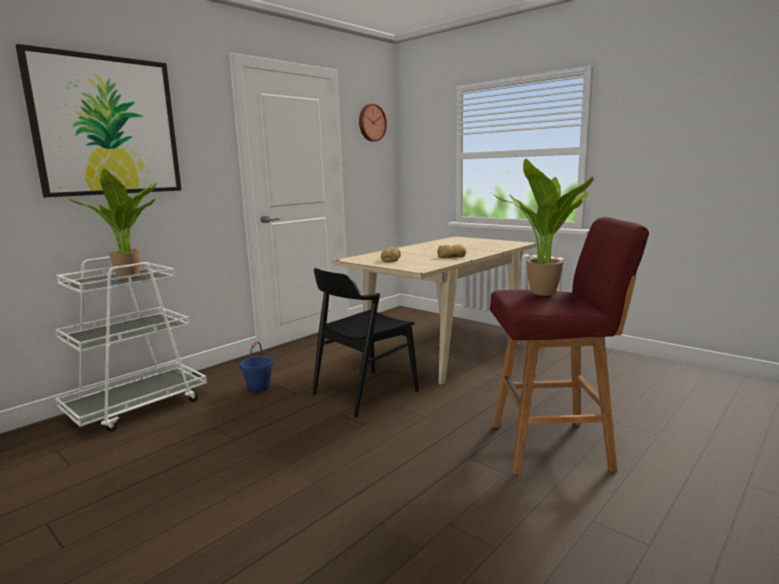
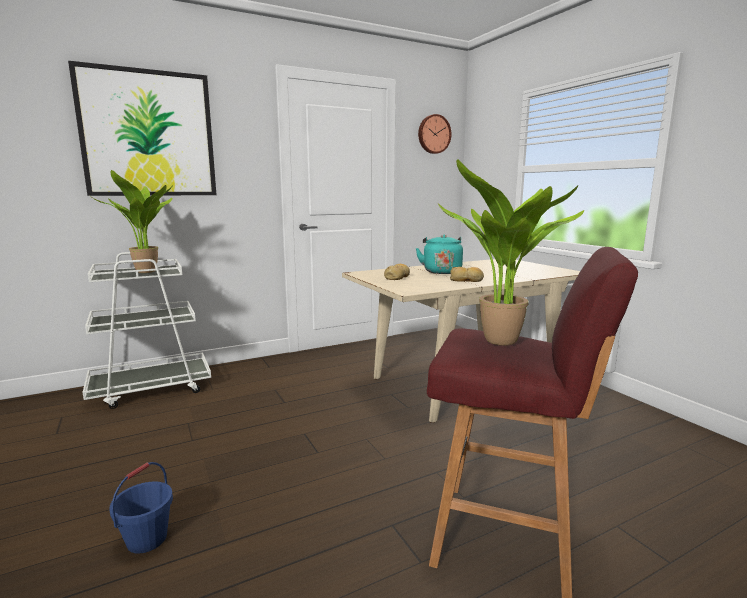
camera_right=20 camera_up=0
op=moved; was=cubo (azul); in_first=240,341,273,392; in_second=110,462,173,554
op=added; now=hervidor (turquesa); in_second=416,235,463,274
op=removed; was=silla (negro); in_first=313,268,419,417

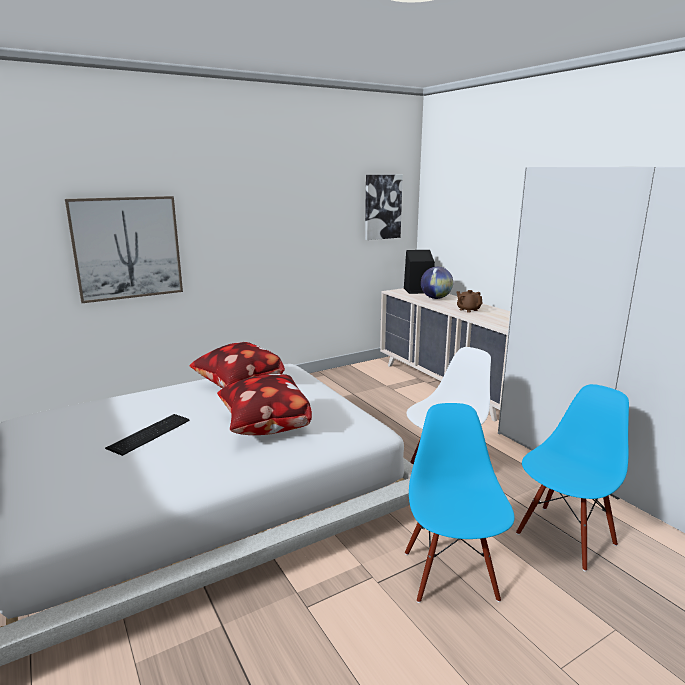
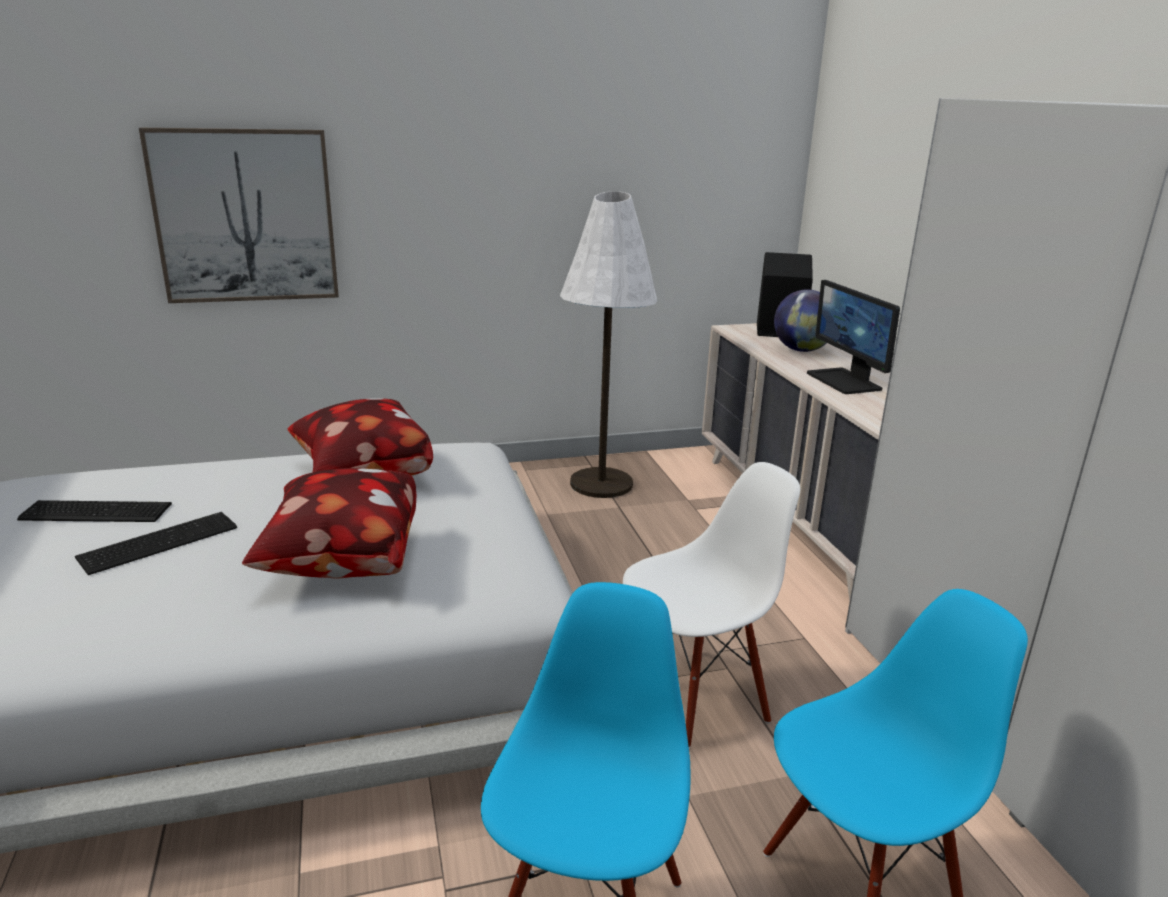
camera_right=15 camera_up=5
op=added; now=teclado; in_second=17,500,172,522
op=added; now=lámpara de pie (blanco); in_second=560,191,657,498
op=replaced; was=tetera (marrón); now=monitor; in_first=456,290,483,313; in_second=807,280,900,394
op=removed; was=cuadro; in_first=365,175,403,240

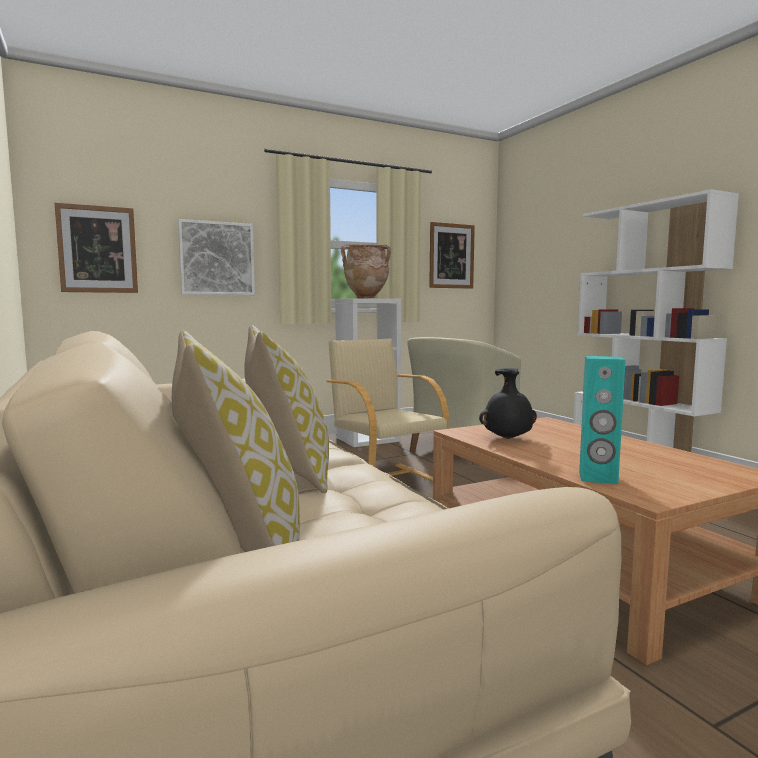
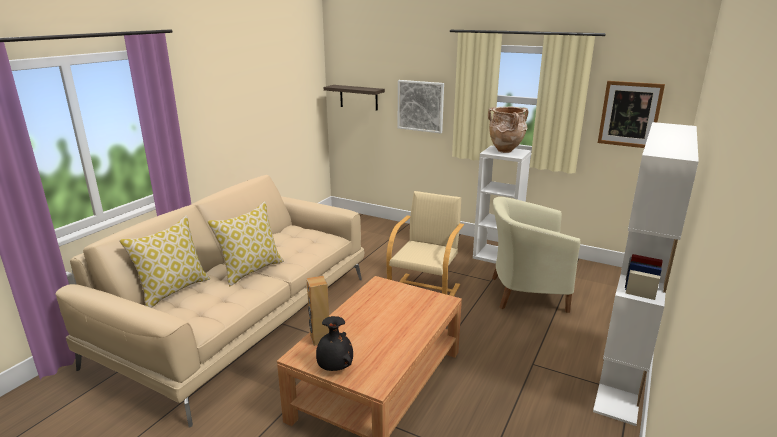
camera_right=55 camera_up=15
op=recoloured; was=altavoz (turquesa); now=altavoz (marrón); in_first=579,356,626,484; in_second=306,276,329,346
op=moved; was=florero (negro); in_first=479,368,537,439; in_second=316,316,353,371
op=replaced; was=cuadro; now=estante; in_first=55,203,138,293; in_second=324,85,385,111

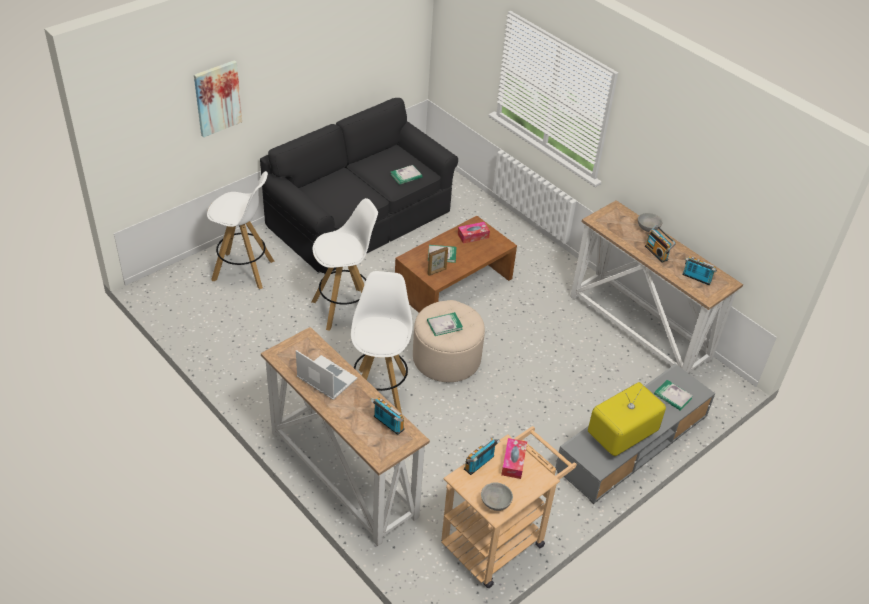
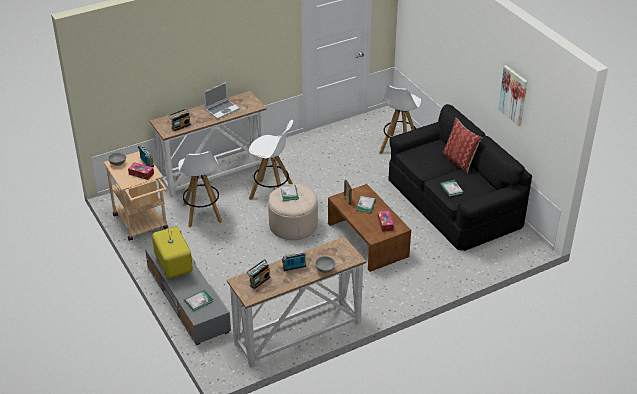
camera_right=105 camera_up=-5
op=moved; was=taburete (blanco); in_first=312,198,378,331; in_second=178,151,222,227
op=added; now=cojín; in_second=442,118,482,174
op=moved; was=cuadro; in_first=194,60,242,137; in_second=498,65,528,126

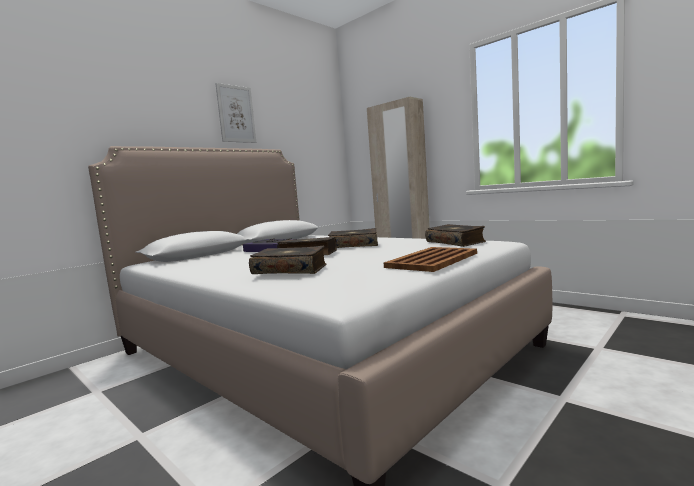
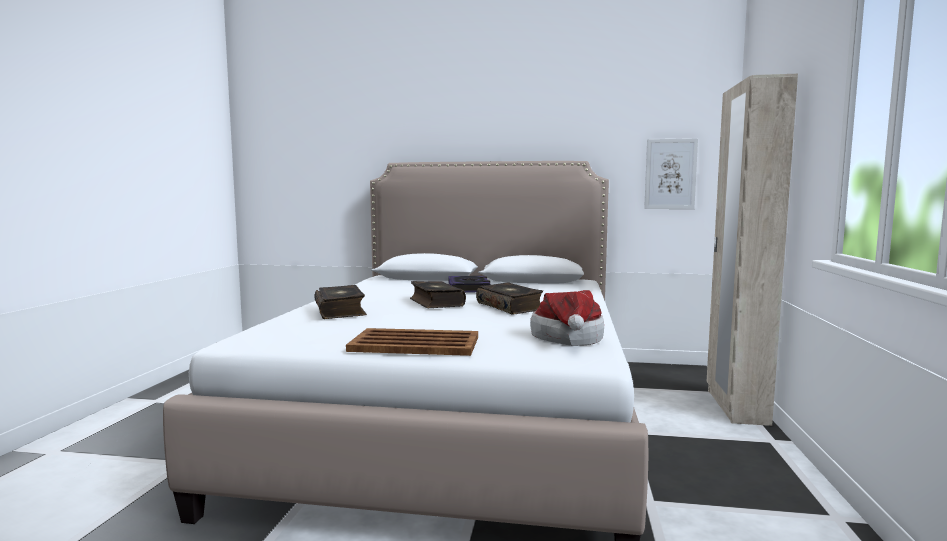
camera_right=55 camera_up=0
op=replaced; was=libro; now=sombrero; in_first=425,224,486,247; in_second=530,290,604,346
op=moved; was=cuadro; in_first=215,83,256,143; in_second=644,138,698,209

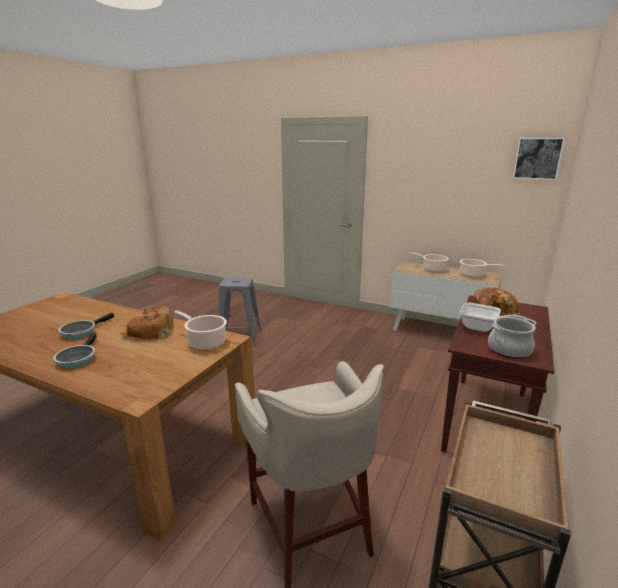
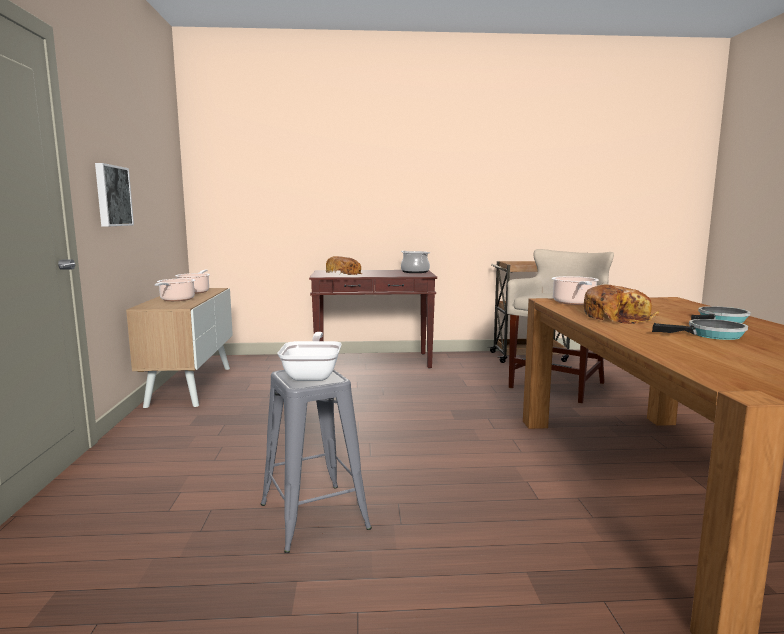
camera_right=-120 camera_up=-10
op=moved; was=cuadro; in_first=513,138,565,180; in_second=95,163,134,226
op=moved; was=sartén; in_first=460,303,528,332; in_second=278,332,342,381

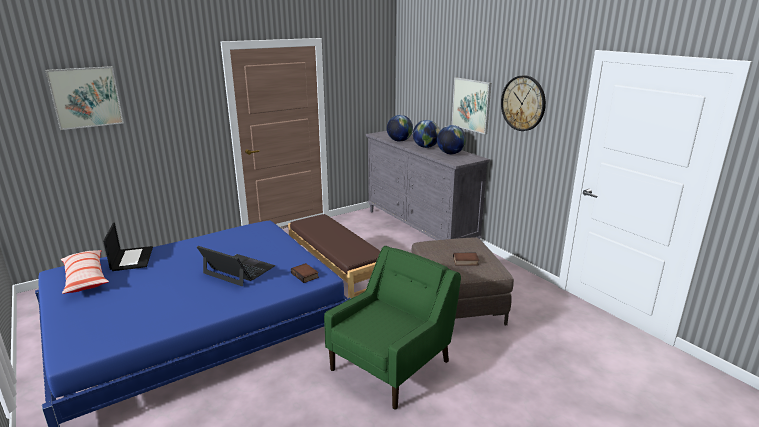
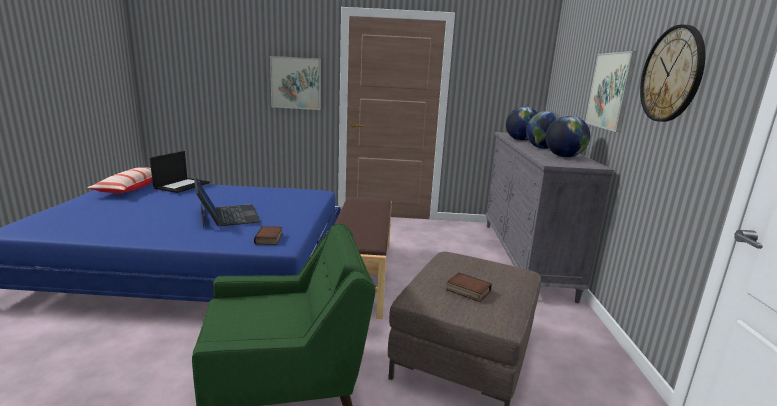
camera_right=35 camera_up=-5
op=moved; was=cuadro; in_first=45,66,124,130; in_second=270,56,321,110

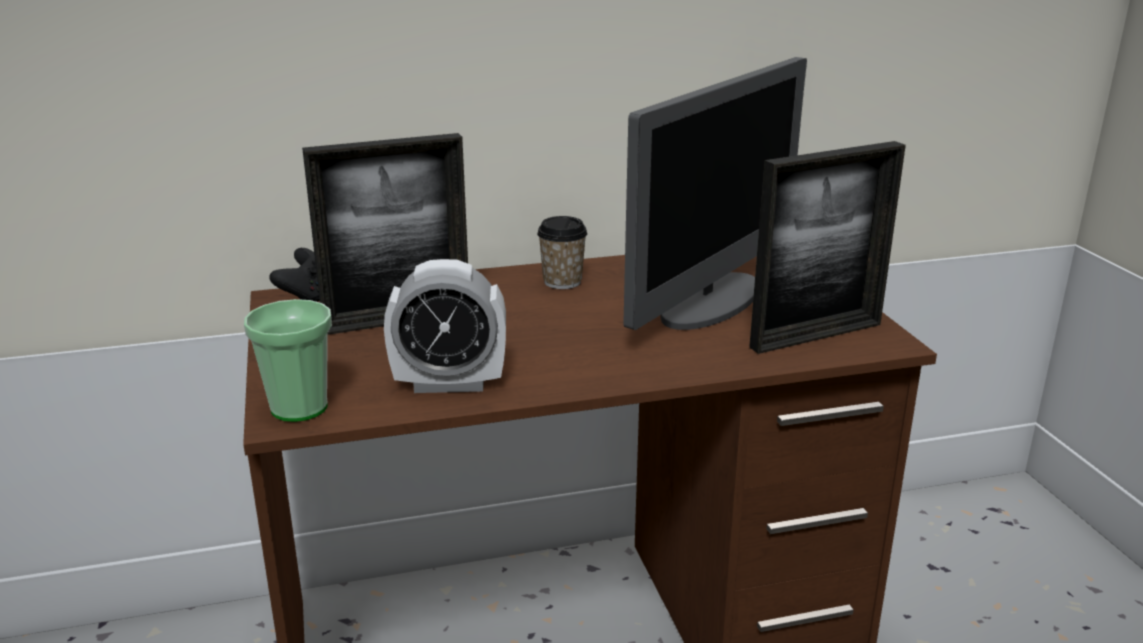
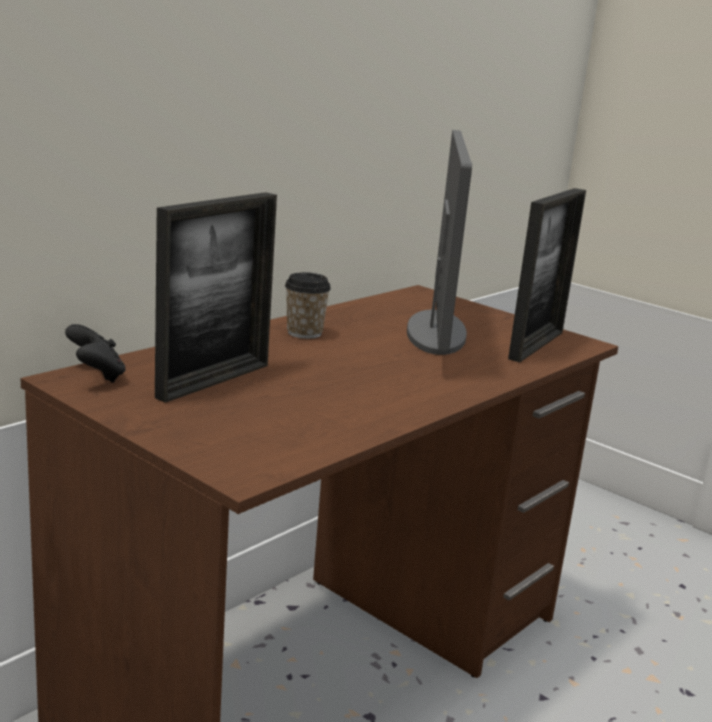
camera_right=-35 camera_up=-5
op=removed; was=taza; in_first=244,299,332,422
op=removed; was=despertador; in_first=384,259,506,393

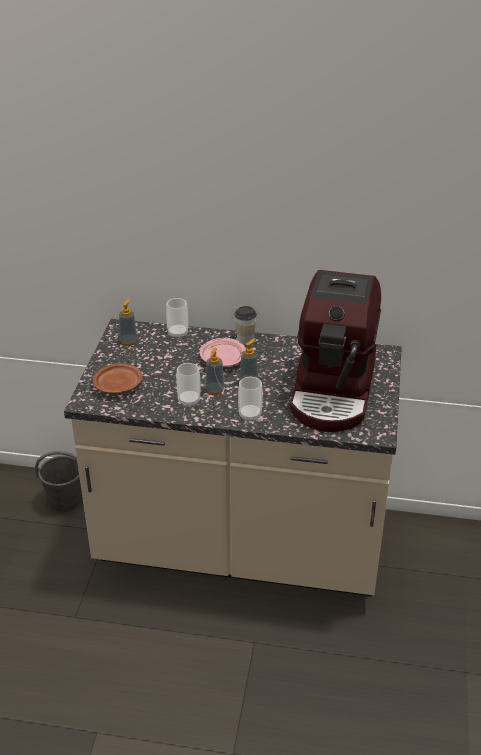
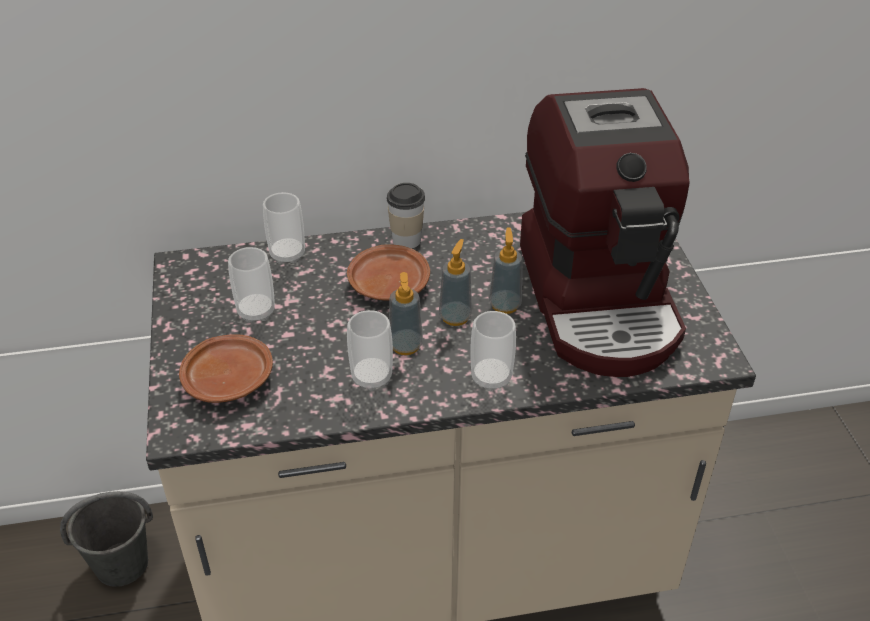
camera_right=-20 camera_up=5
op=added; now=taza; in_second=228,247,275,323
op=recoloured; was=plato (rosa); now=plato (marrón); in_first=200,338,246,367; in_second=347,244,430,301
op=moved; was=dispensador de jabón; in_first=119,298,138,346; in_second=489,227,522,314

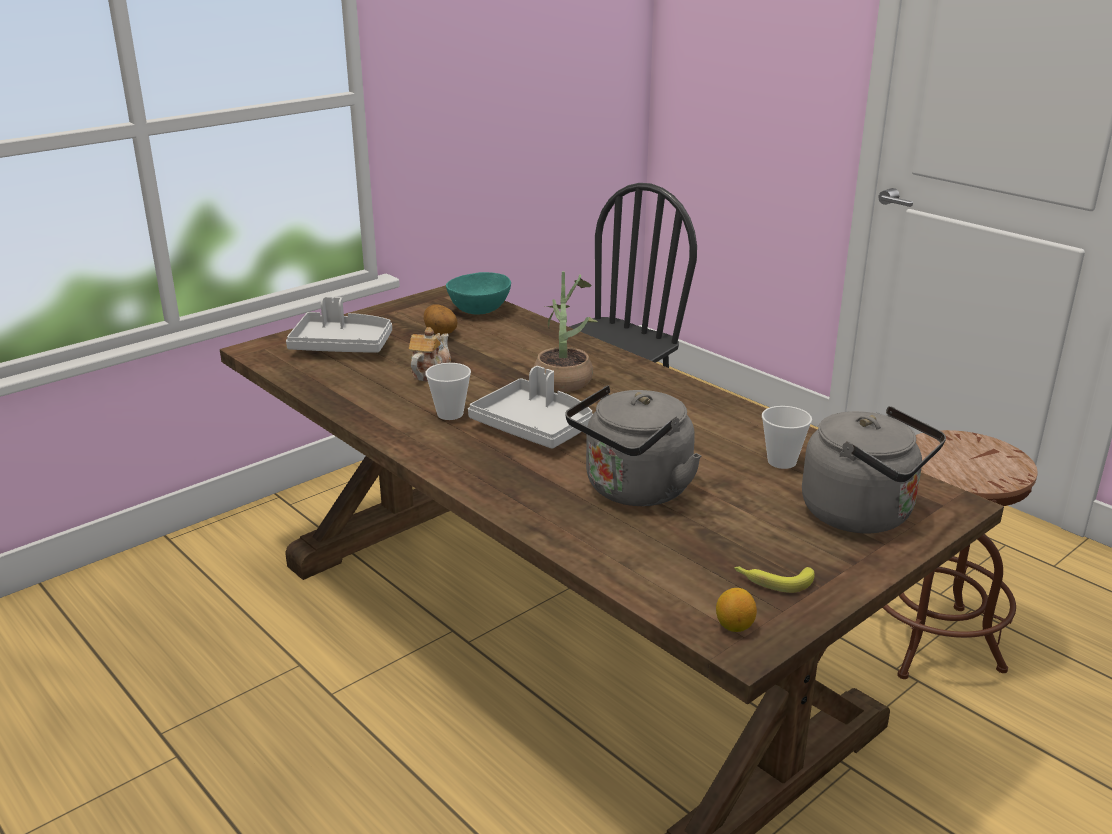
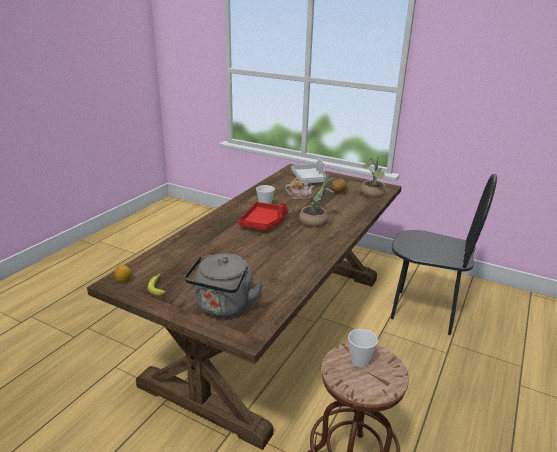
camera_right=70 camera_up=0
op=recoloured; was=bandeja (gris); now=bandeja (rojo); in_first=468,366,593,449; in_second=239,202,288,230
op=moved; was=taza; in_first=762,406,812,469; in_second=348,329,378,367
op=replaced; was=cuenco (turquesa); now=planta en maceta; in_first=446,272,511,315; in_second=361,155,386,198
op=removed; was=hervidor (gris); in_first=565,385,701,506

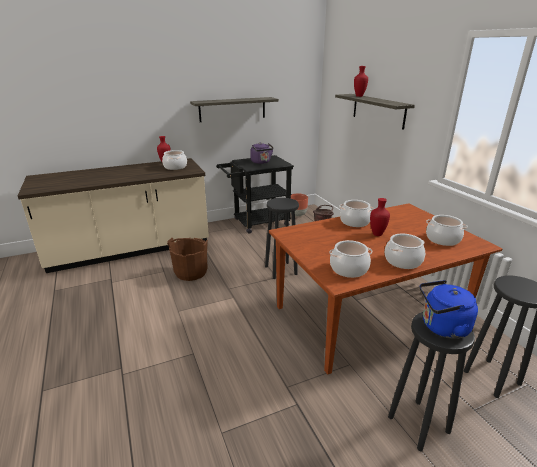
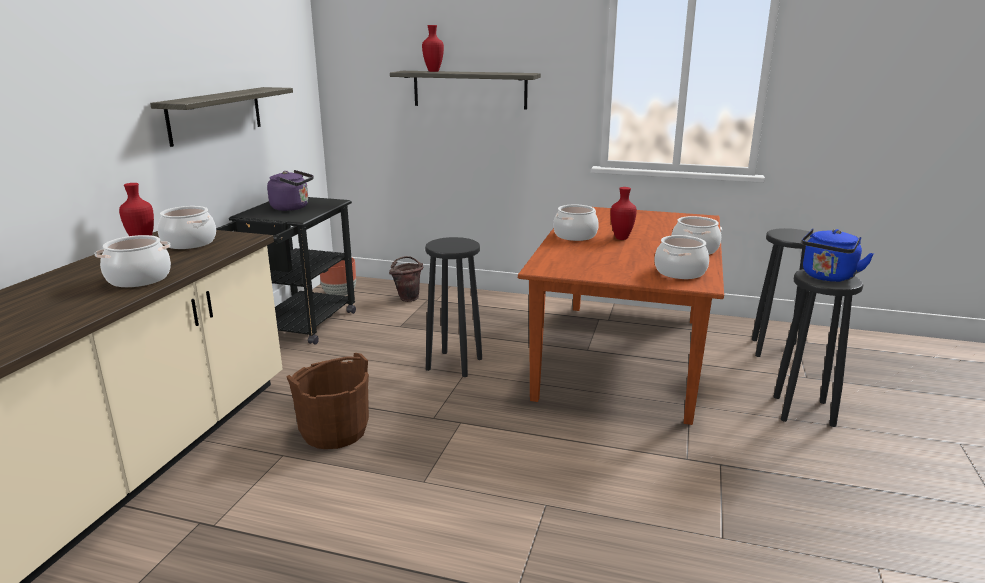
camera_right=-50 camera_up=-5
op=moved; was=olla; in_first=426,215,467,246; in_second=94,235,171,287

